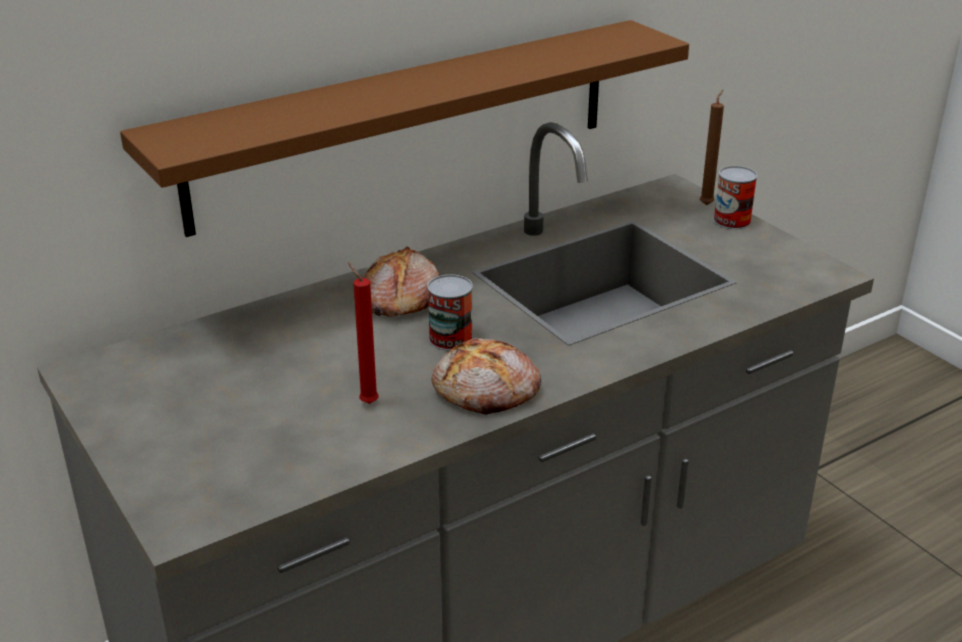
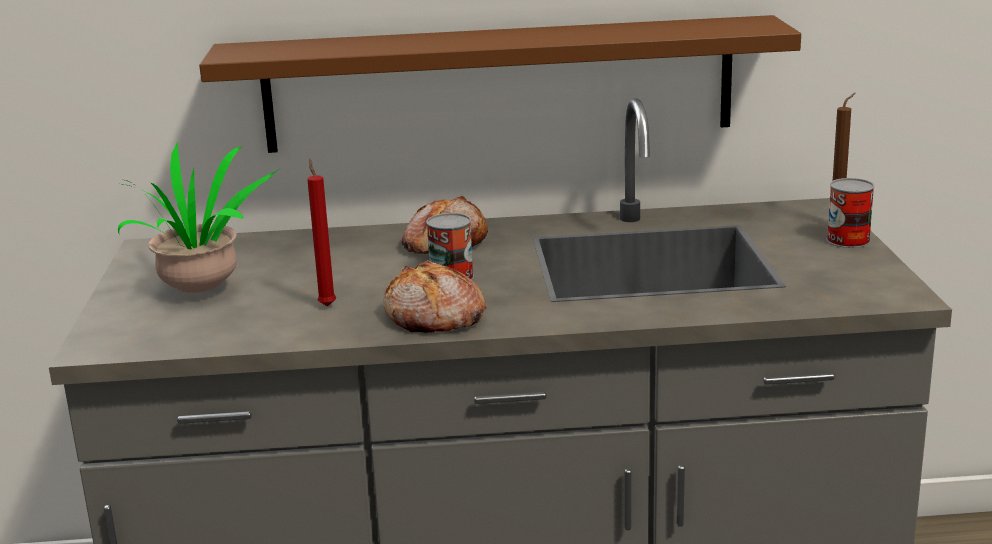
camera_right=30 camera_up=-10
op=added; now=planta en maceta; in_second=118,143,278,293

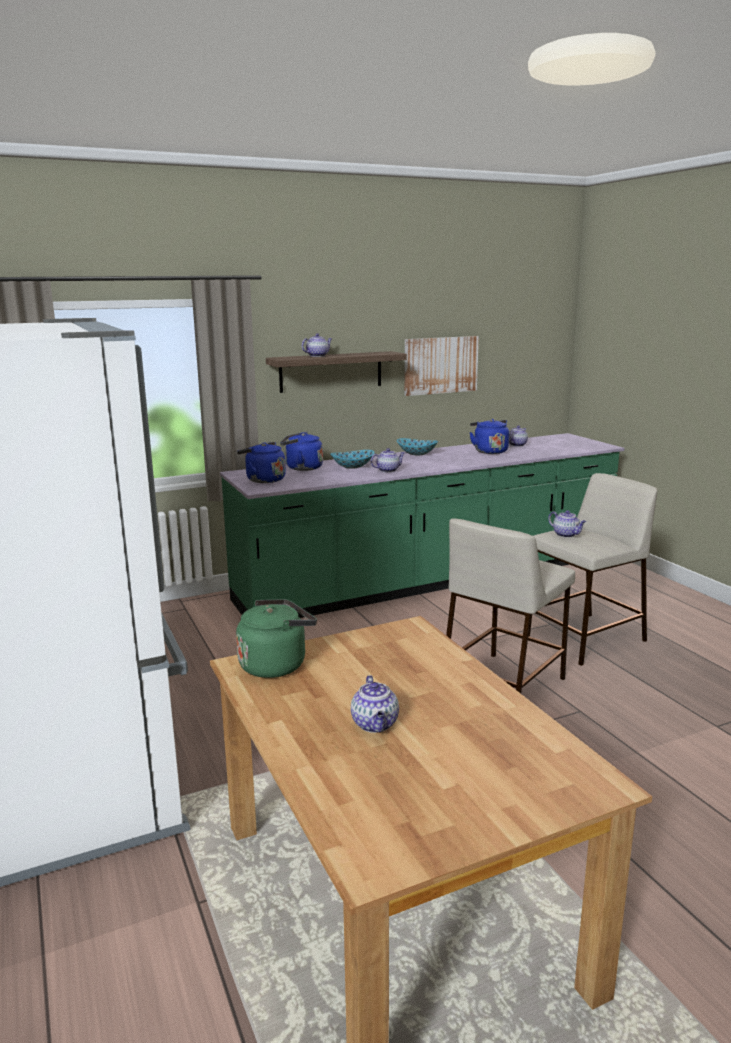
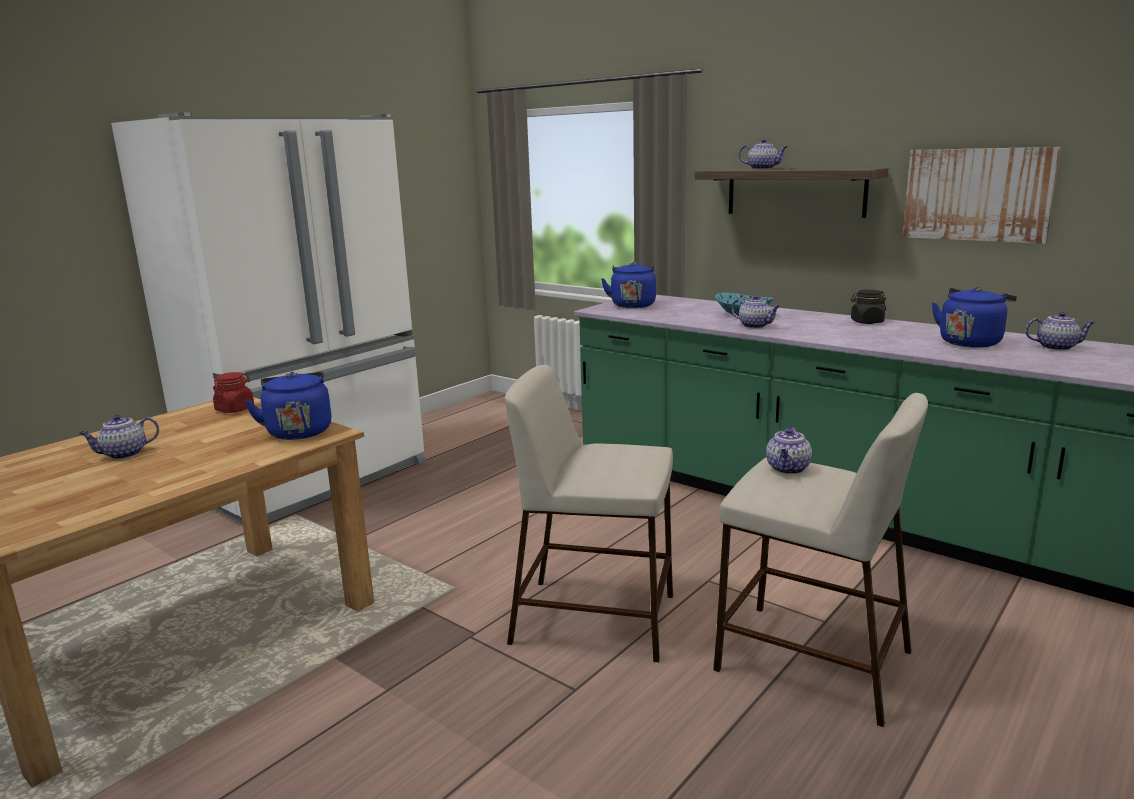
camera_right=65 camera_up=0
op=replaced; was=hervidor (verde); now=tarro (rojo); in_first=236,599,317,678; in_second=213,372,254,413
op=moved; was=hervidor (azul); in_first=280,432,323,471; in_second=244,372,332,440
op=replaced; was=cuenco; now=tarro (negro); in_first=397,438,438,455; in_second=850,290,886,324

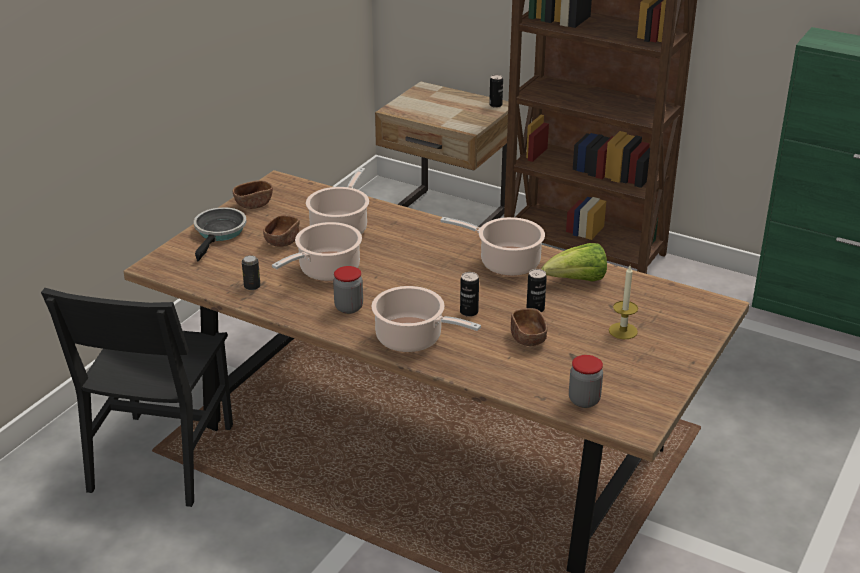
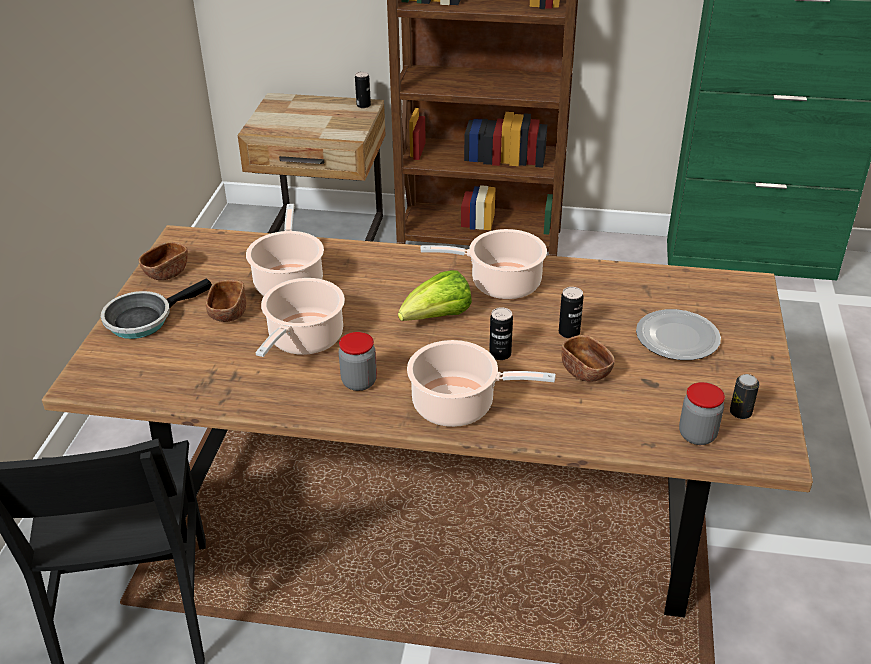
camera_right=-20 camera_up=5
op=turned; was=sartén; in_first=194,207,247,261; in_second=101,278,212,339; clockwise=-120
op=moved; was=lechuga; in_first=541,243,607,281; in_second=398,270,472,321
op=replaced; was=vela; now=plato; in_first=609,266,638,339; in_second=636,309,721,360
op=moved; was=lata; in_first=242,255,261,290; in_second=730,374,759,419

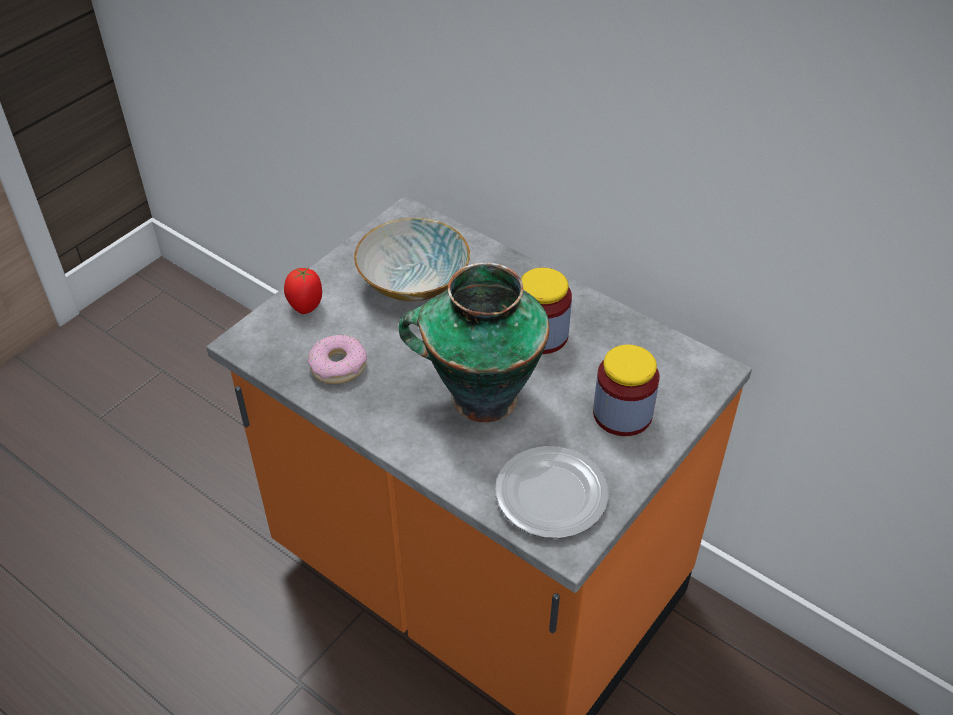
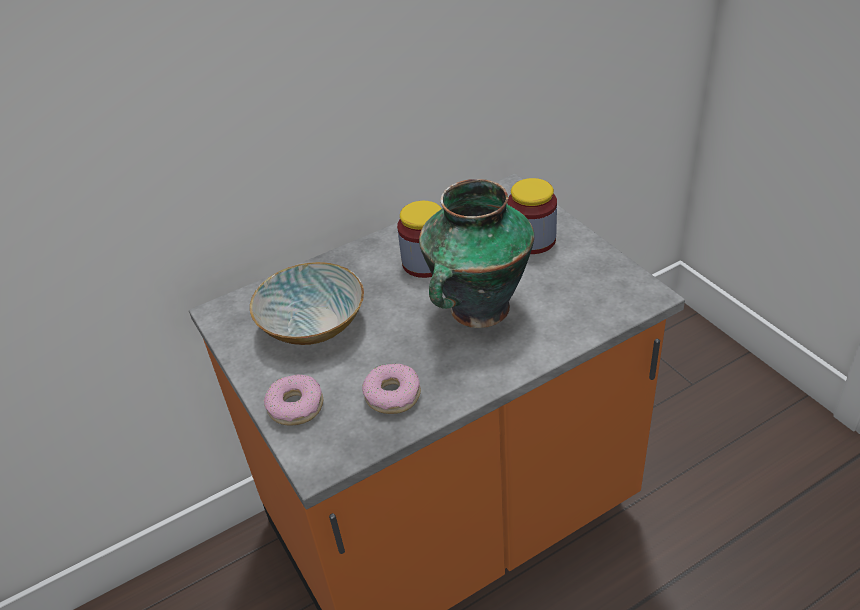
camera_right=-65 camera_up=-5
op=replaced; was=tomate; now=rosquilla; in_first=284,267,322,314; in_second=264,375,324,425
op=removed; was=plato; in_first=495,446,609,538

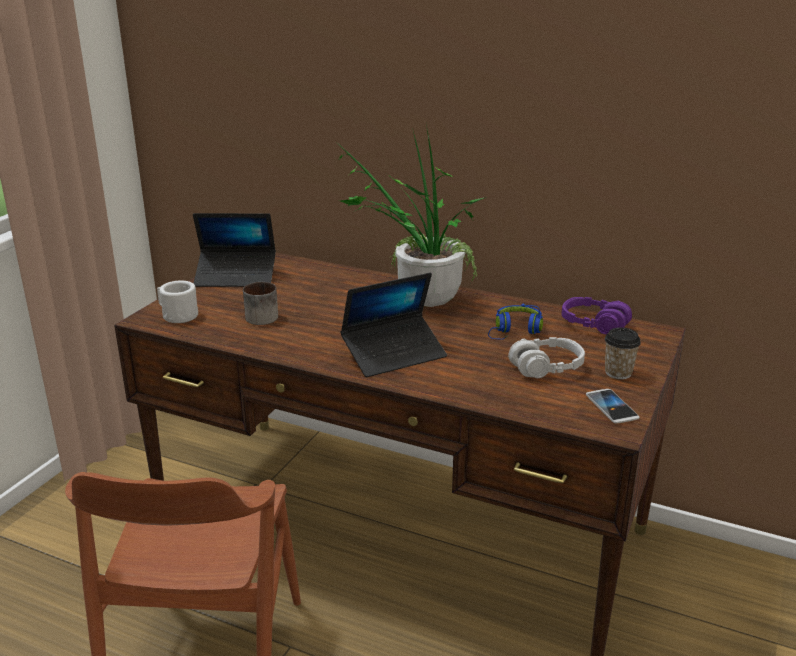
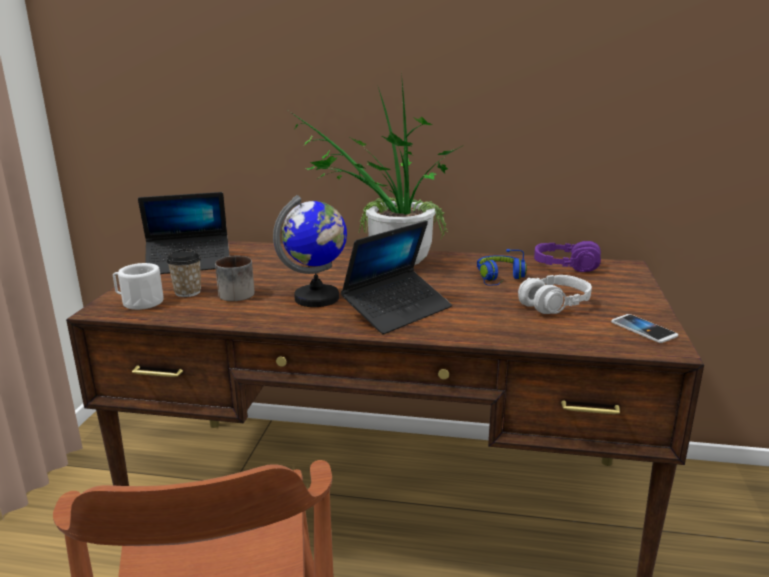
camera_right=-15 camera_up=-5
op=moved; was=taza; in_first=605,328,641,379; in_second=167,249,201,297
op=added; now=globo terráqueo; in_second=273,195,347,307

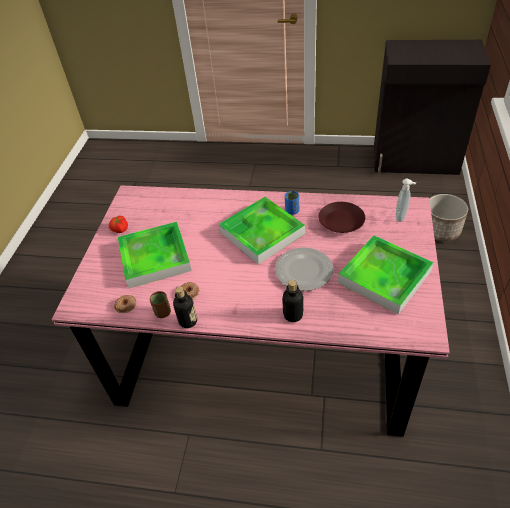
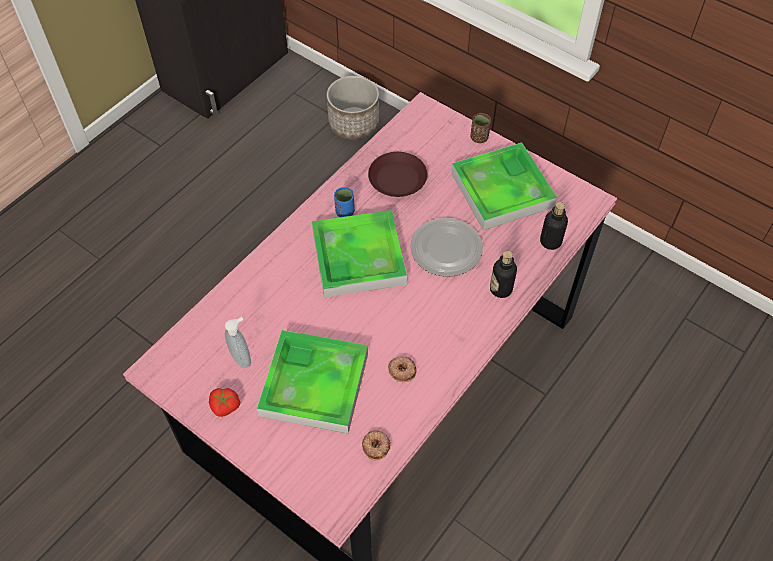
camera_right=-65 camera_up=10
op=moved; was=dispensador de jabón; in_first=396,179,416,222; in_second=225,317,251,368
op=moved; was=taza (marrón); in_first=150,291,171,318; in_second=471,113,491,143
op=moved; was=botella; in_first=173,286,197,328; in_second=540,202,568,250

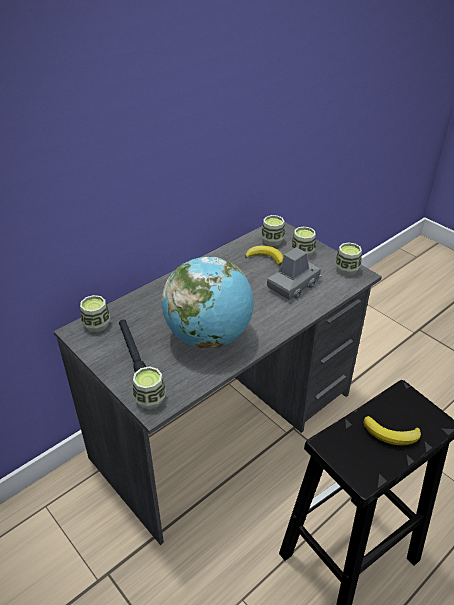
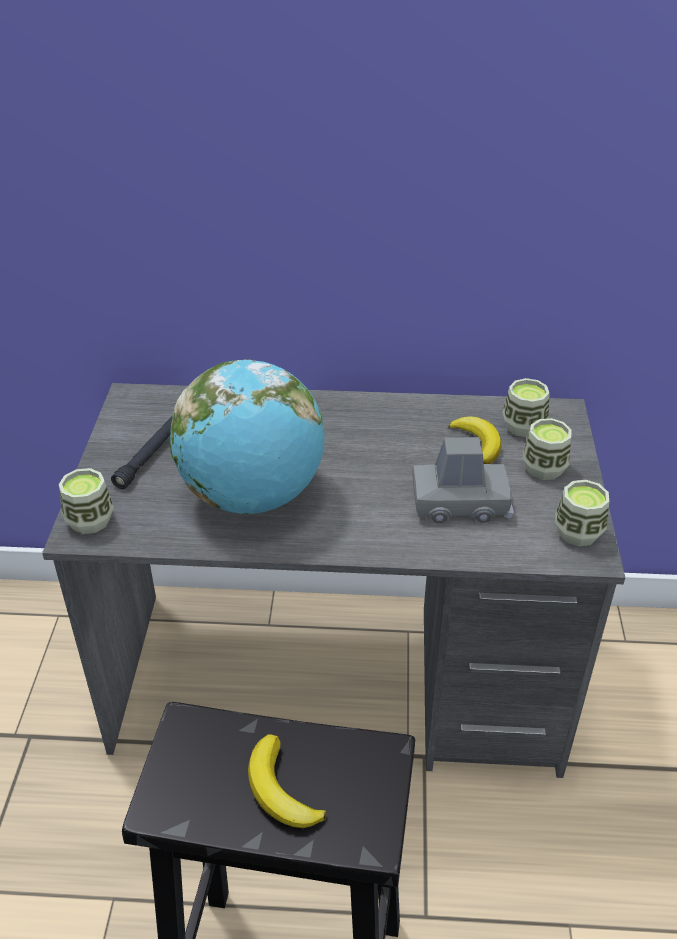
camera_right=45 camera_up=0
op=removed; was=taza; in_first=80,295,110,333

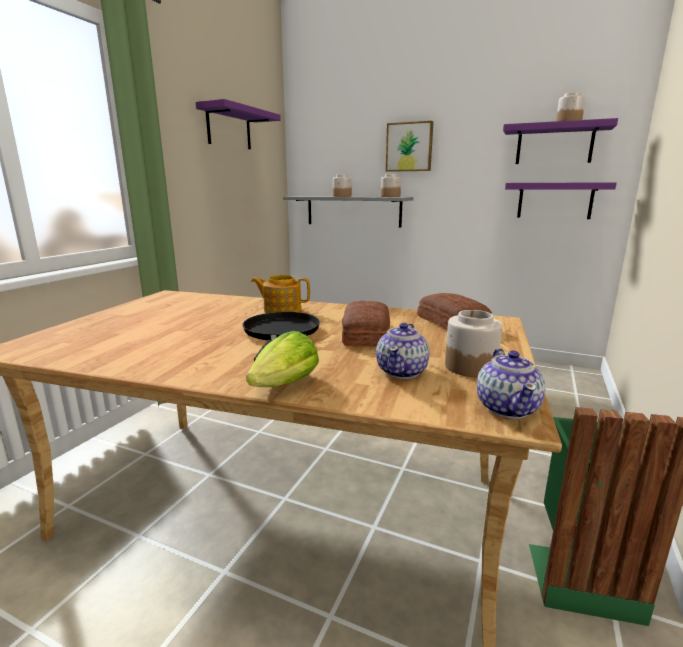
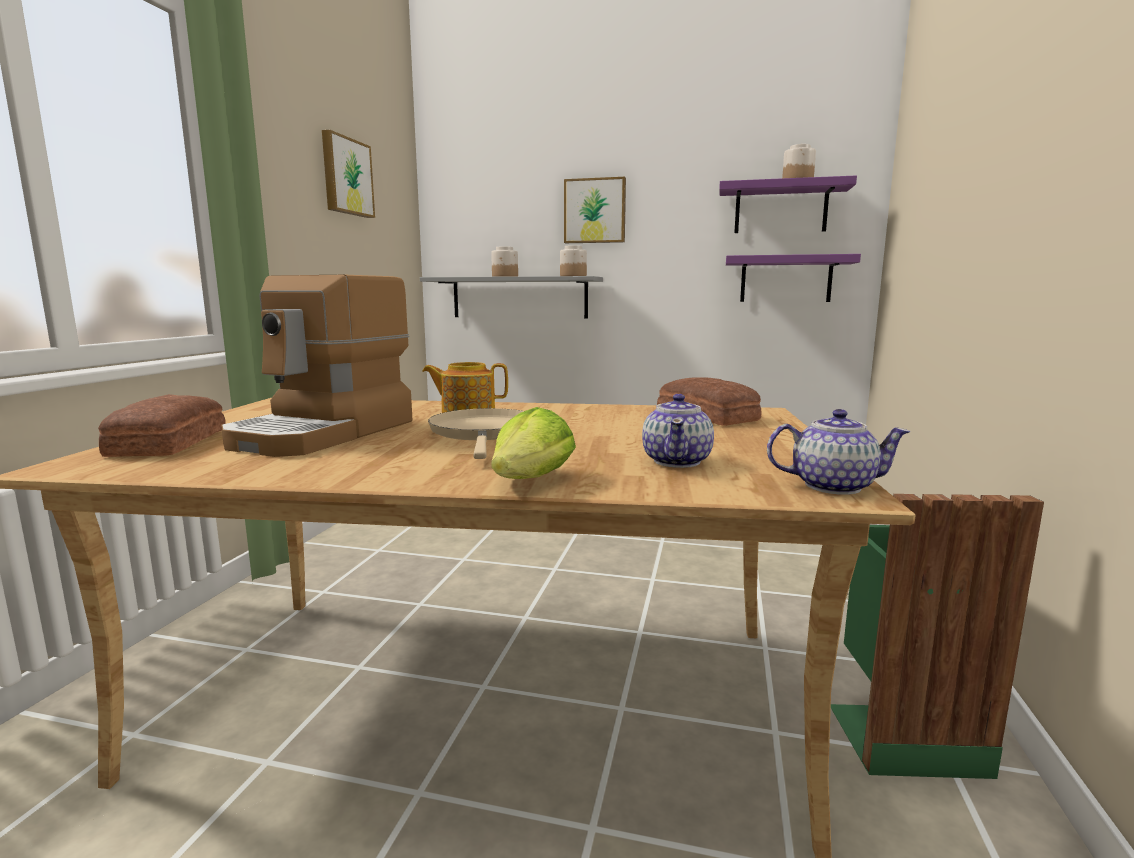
camera_right=-10 camera_up=-5
op=moved; was=pan; in_first=342,301,390,347; in_second=98,394,226,457
op=added; now=cafetera; in_second=221,275,413,457
op=replaced; was=estante (morado); now=cuadro; in_first=196,99,281,149; in_second=322,130,375,218
op=recoloured; was=sartén (negro); now=sartén (beis); in_first=242,312,320,361; in_second=428,408,524,459
op=turned; was=tetera; in_first=477,348,546,419; in_second=767,409,911,495; clockwise=-75
op=removed; was=tarro; in_first=445,310,503,377

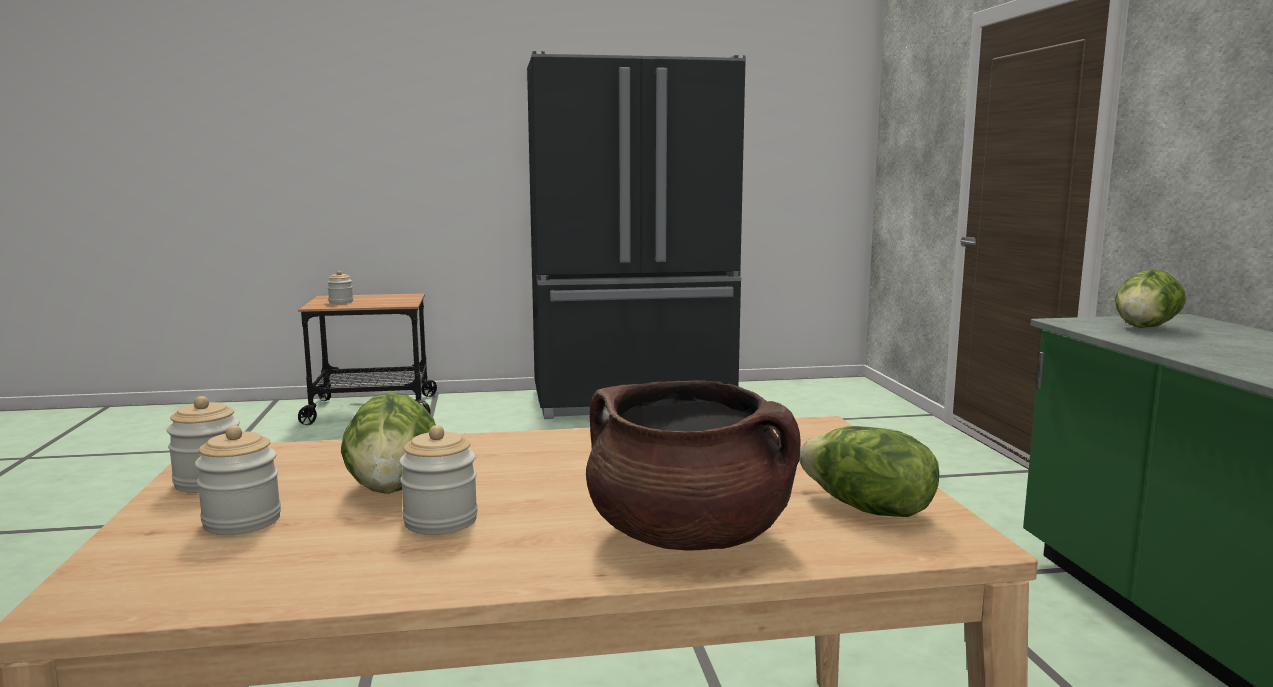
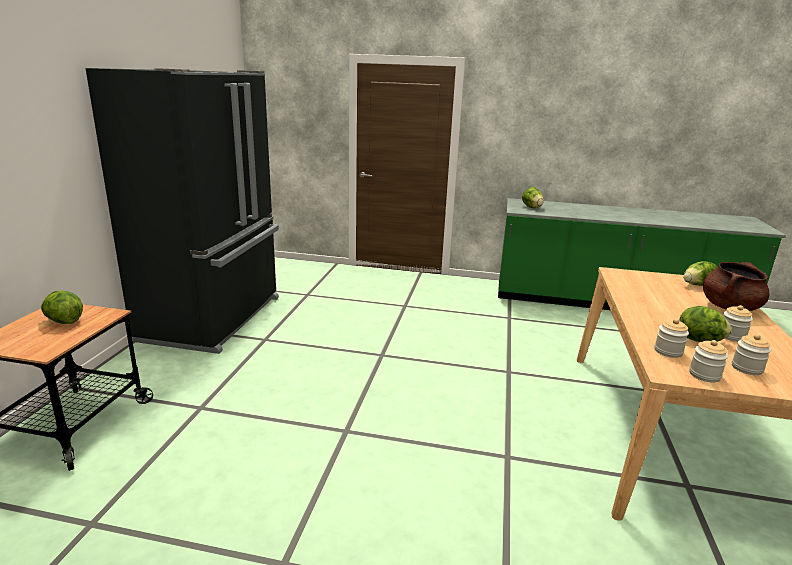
camera_right=-70 camera_up=10
op=added; now=lechuga; in_second=41,290,83,324
op=moved; was=tarro; in_first=327,271,353,304; in_second=654,319,689,358

